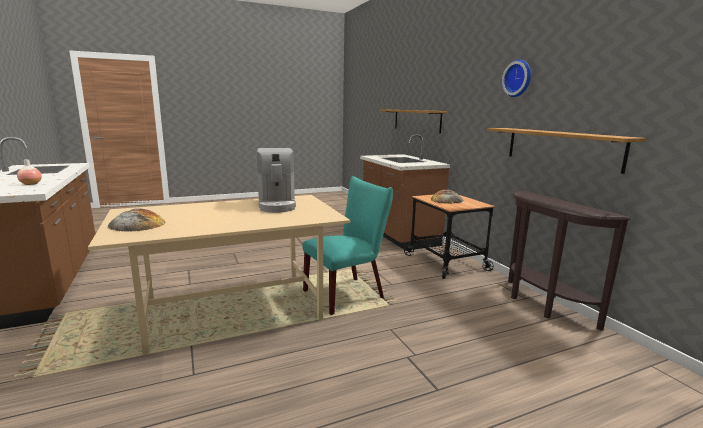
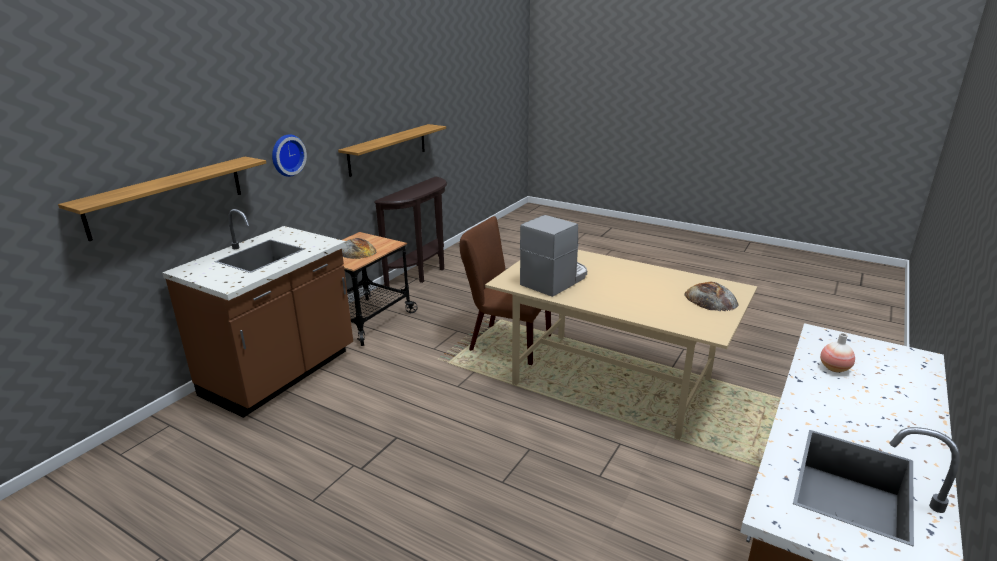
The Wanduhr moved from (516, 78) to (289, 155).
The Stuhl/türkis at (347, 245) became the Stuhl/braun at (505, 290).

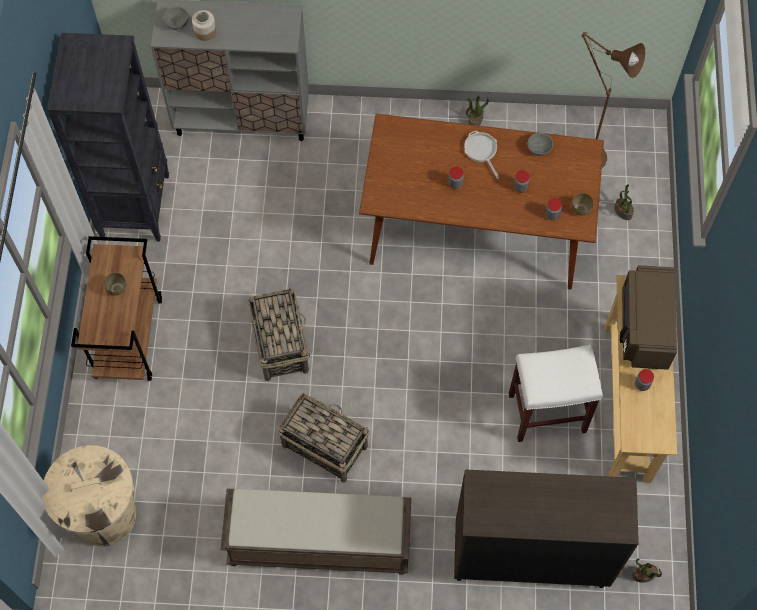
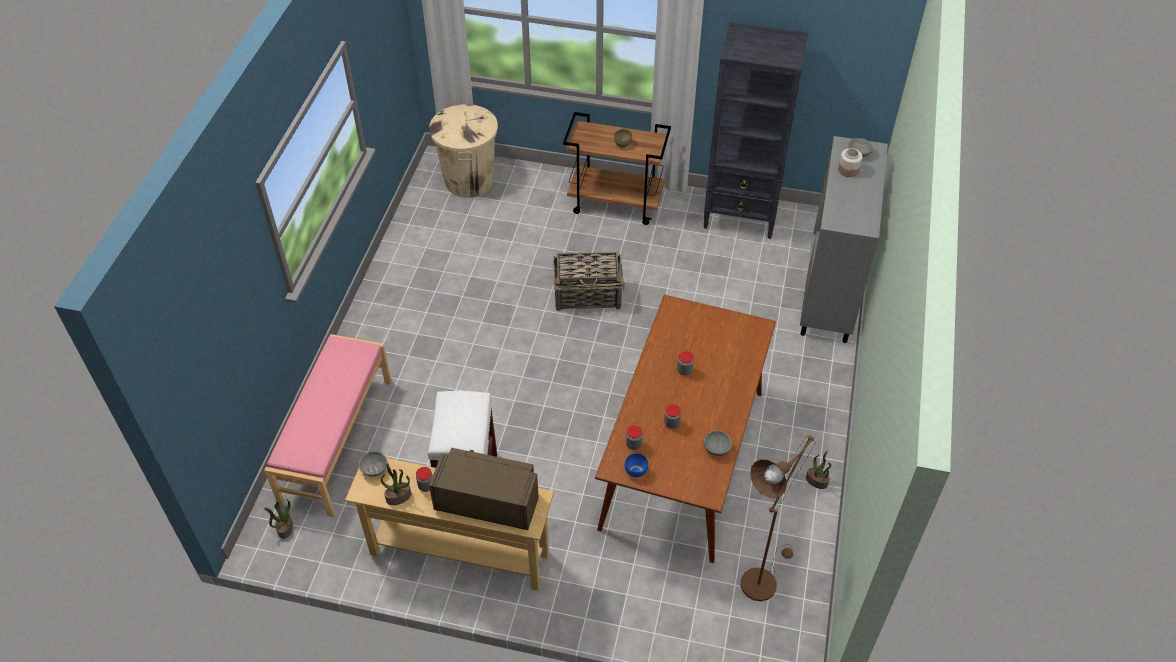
The Bank/braun at (316, 532) disappeared.
The Korb at (323, 438) disappeared.
The Pfanne at (481, 155) disappeared.
The Schüssel/grau at (373, 464) appeared.
The Topfpflanze moved from (624, 202) to (396, 484).
The Schrank/braun at (546, 528) was replaced by the Bank/rosa at (328, 425).
The Schüssel/braun at (582, 204) became the Schüssel/blau at (636, 465).

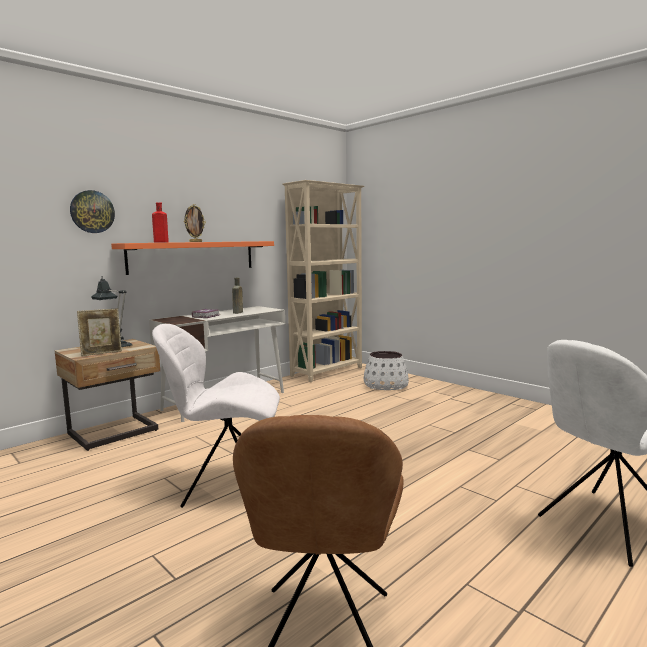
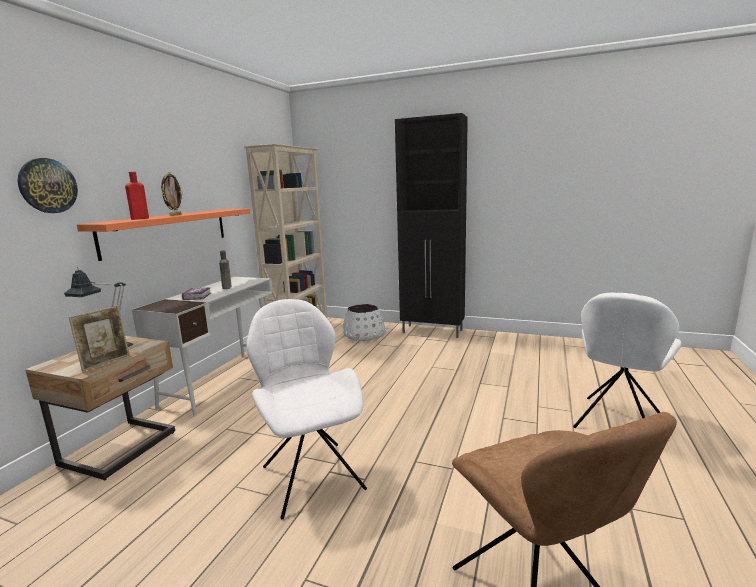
The Schrank/schwarz at (431, 225) appeared.
The Stuhl/weiß at (216, 416) turned 90 degrees clockwise.

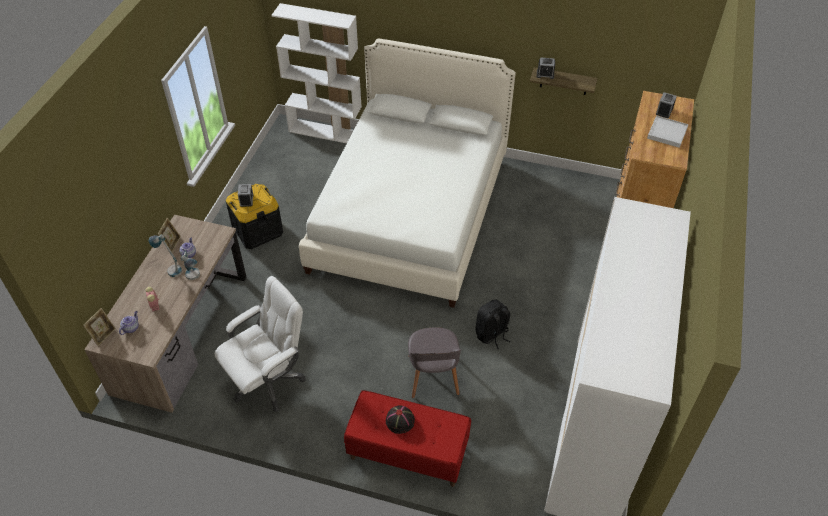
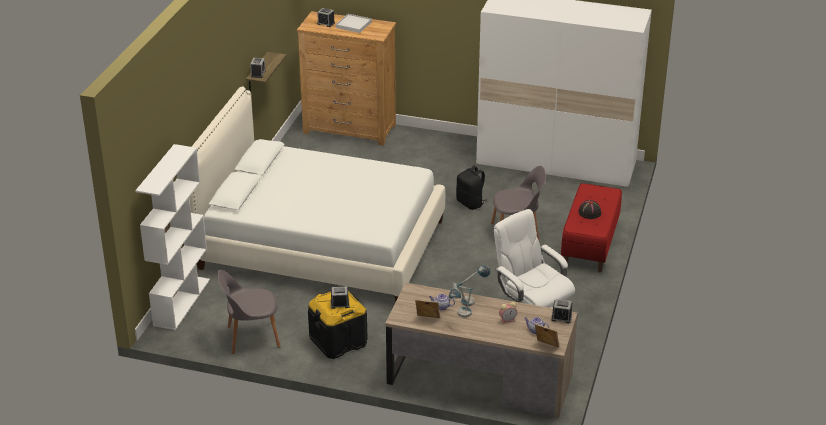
The Stuhl/grau at (249, 312) appeared.
The Wecker at (561, 311) appeared.

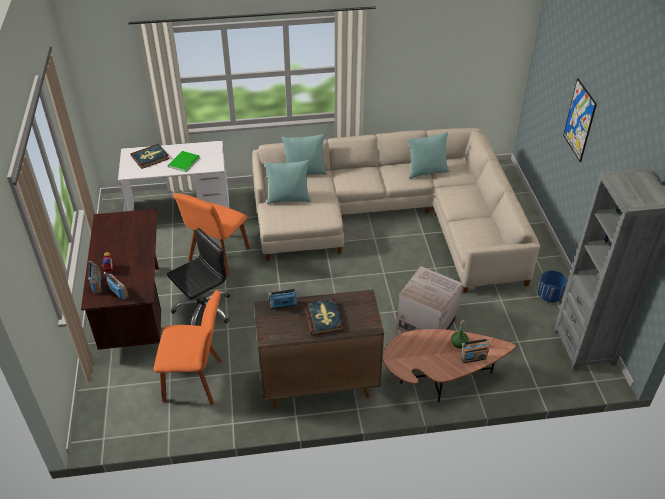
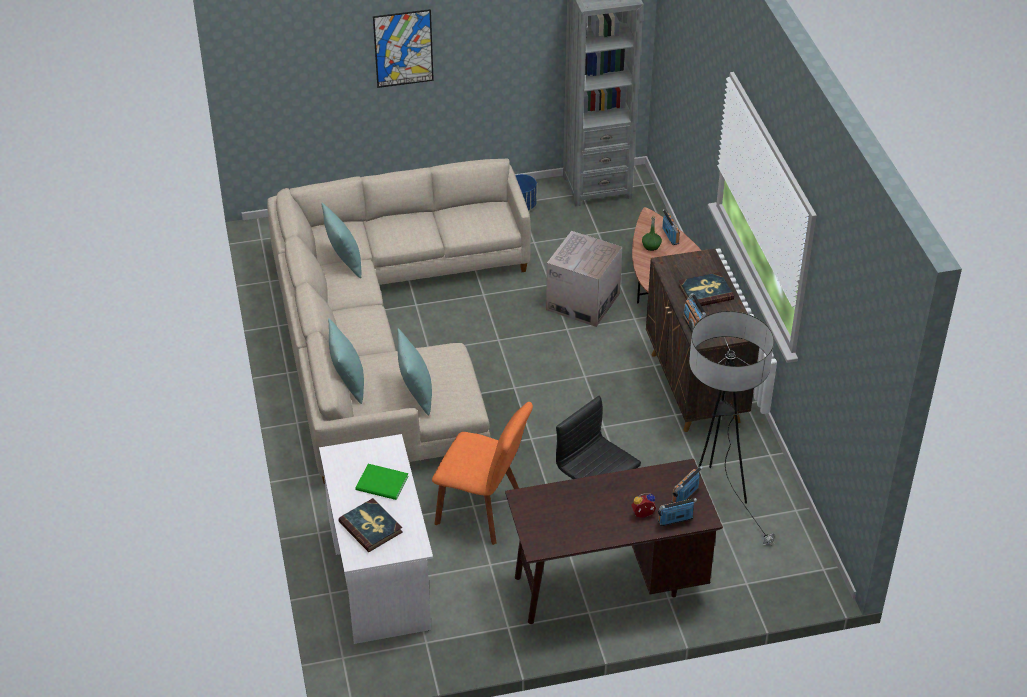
The Stuhl/orange at (187, 347) was replaced by the Stehlampe at (732, 428).

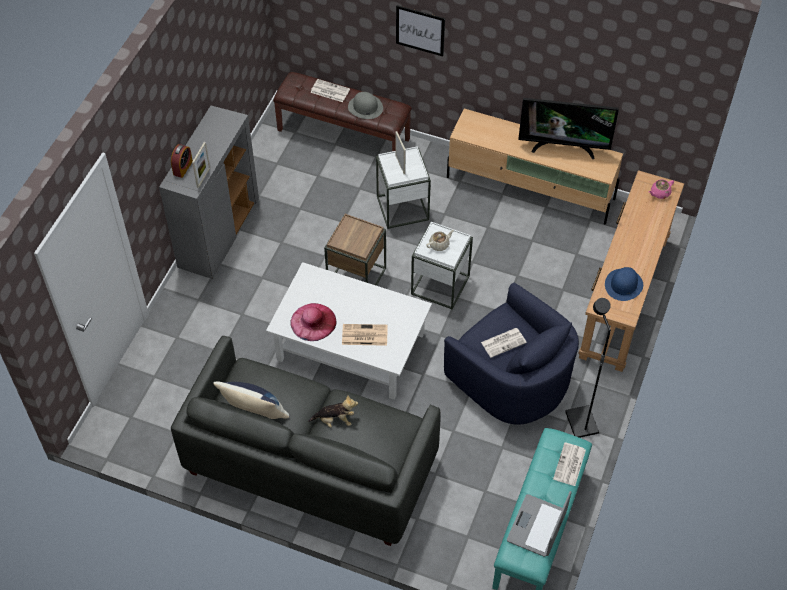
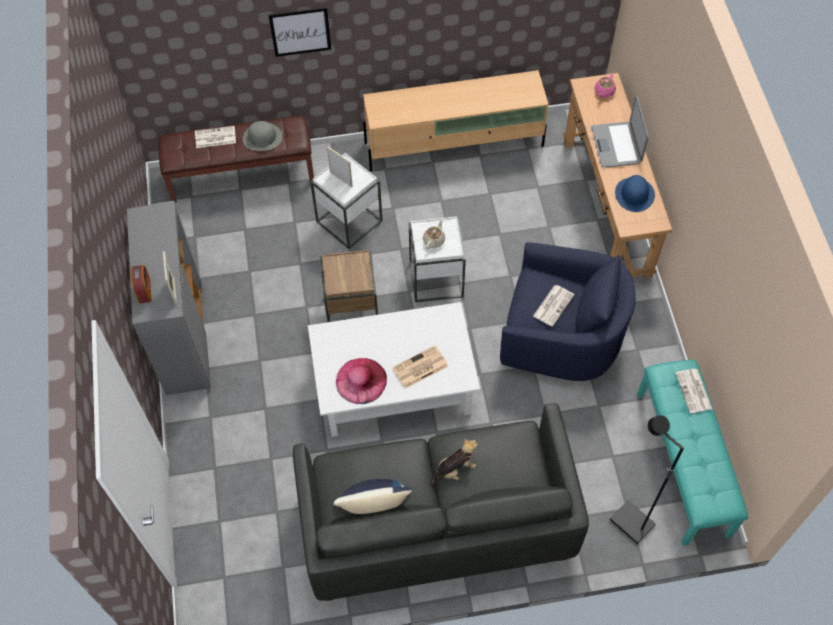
The Fernseher at (568, 128) disappeared.
The Laptop moved from (539, 524) to (620, 131).
The Stehlampe/schwarz moved from (588, 368) to (647, 479).

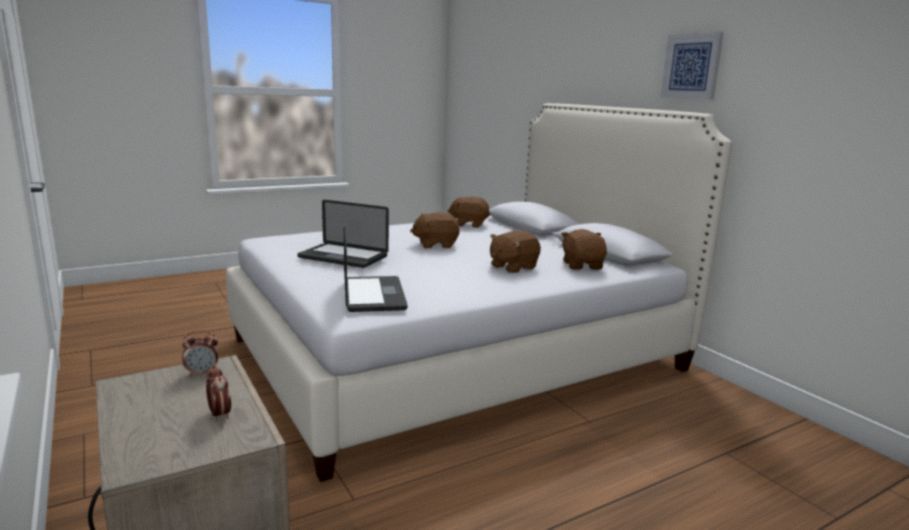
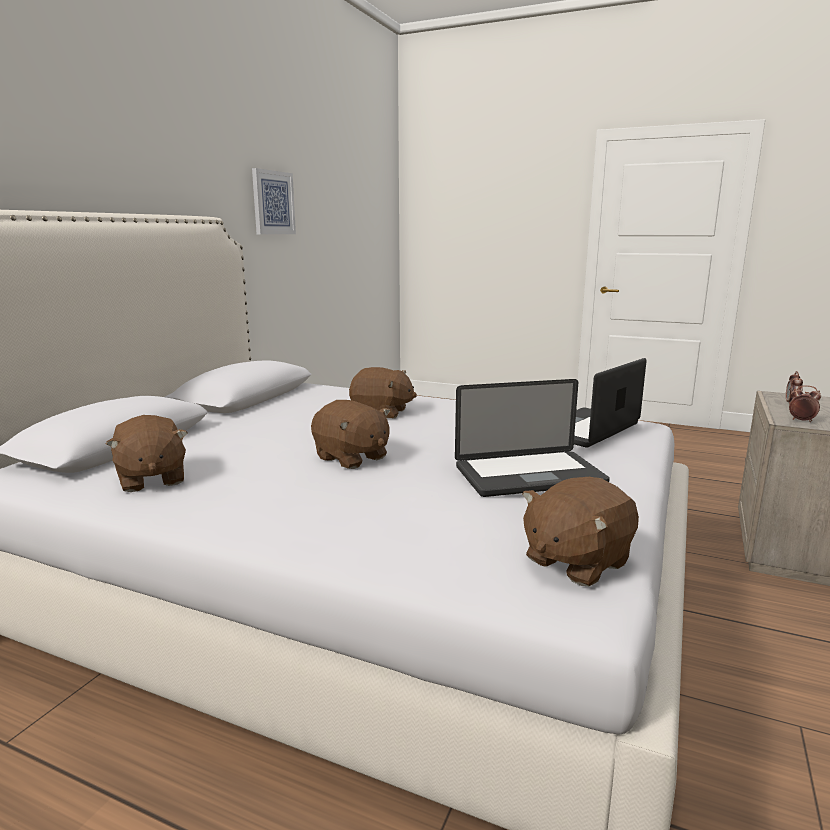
The Plüschtier/braun moved from (584, 249) to (580, 531).
The Bild moved from (692, 66) to (274, 201).
The Laptop at (343, 234) turned 90 degrees clockwise.

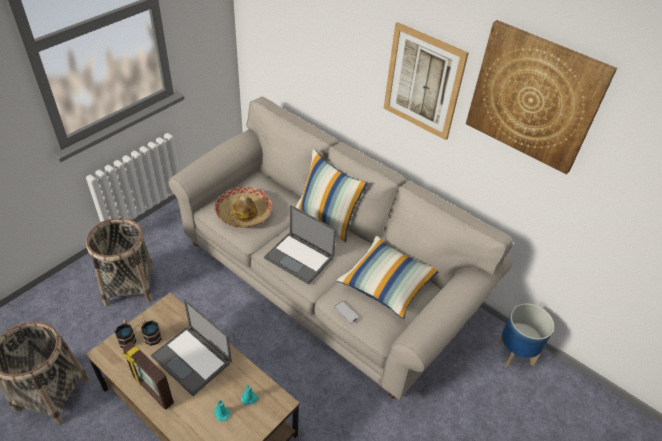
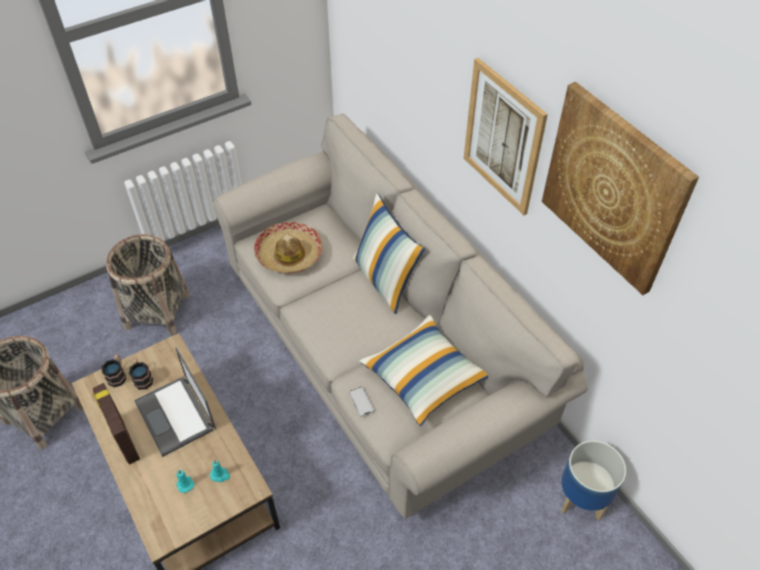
The Laptop at (300, 245) disappeared.

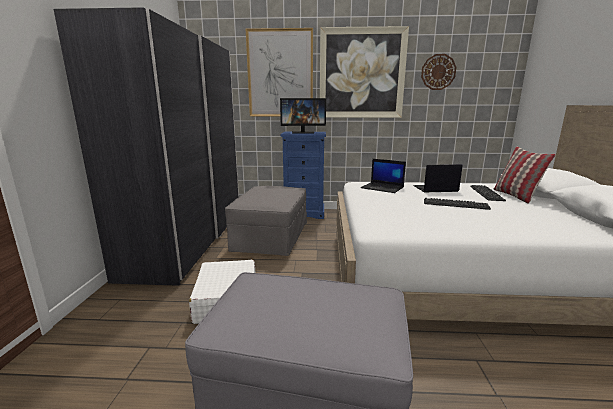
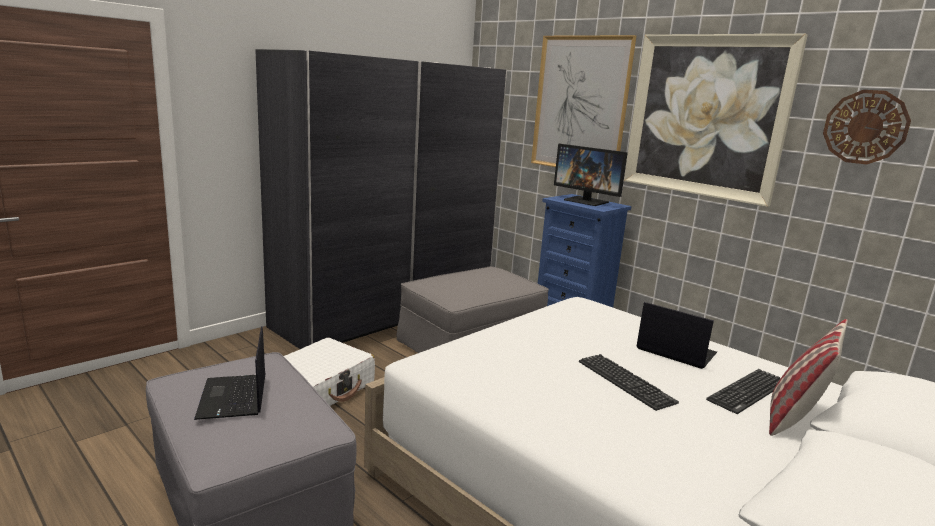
The Laptop moved from (383, 176) to (229, 373).

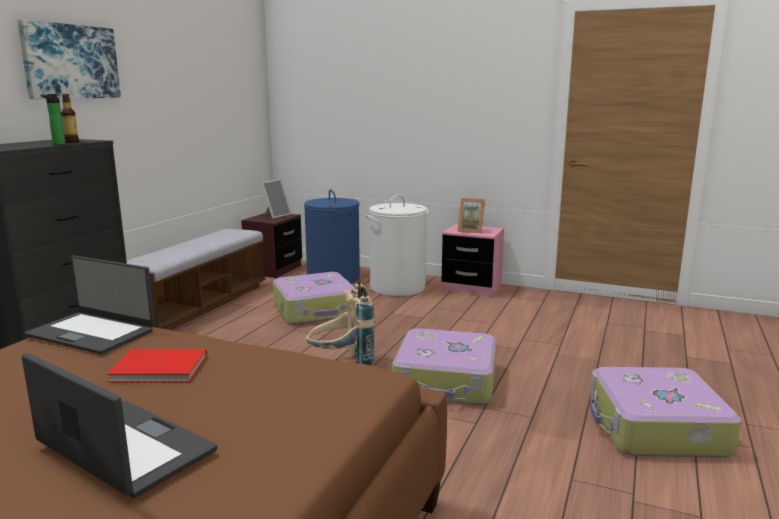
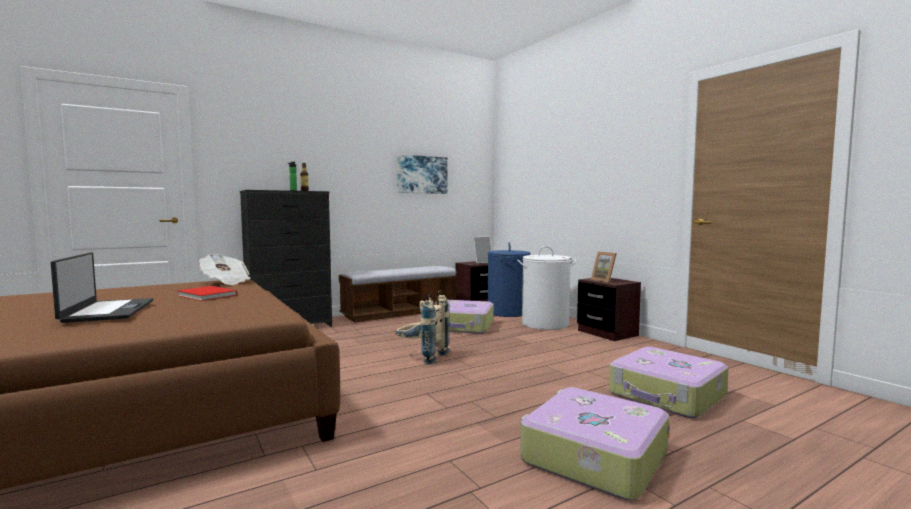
The Bild moved from (69, 59) to (422, 174).
The Koffer moved from (444, 366) to (669, 382).
The Laptop at (89, 304) was replaced by the Zeitung at (225, 269).
The Nachttisch/rosa at (472, 260) became the Nachttisch/braun at (609, 309).

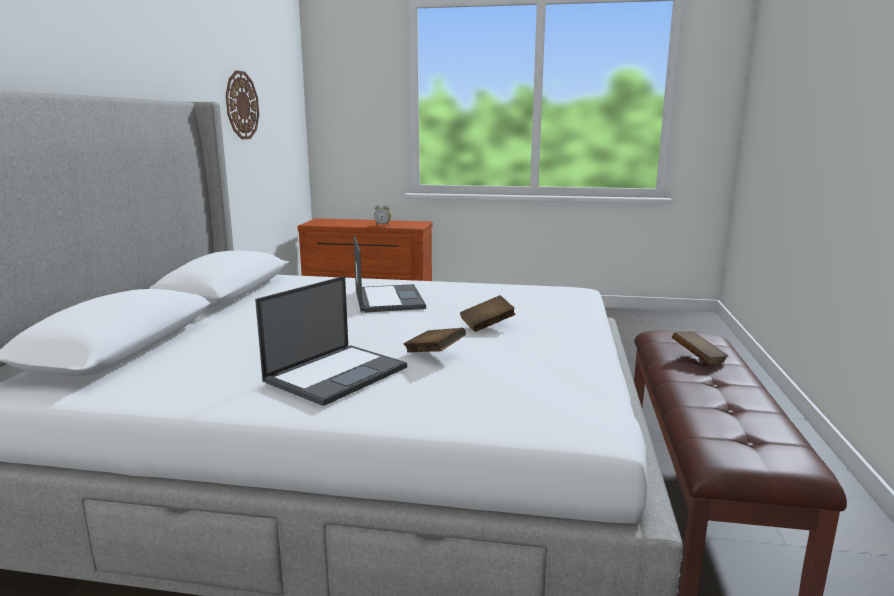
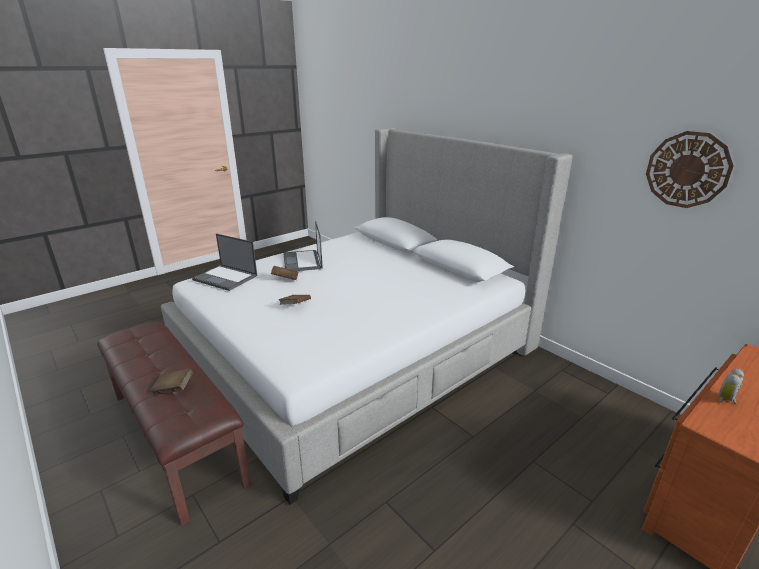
The Laptop moved from (390, 274) to (224, 262).

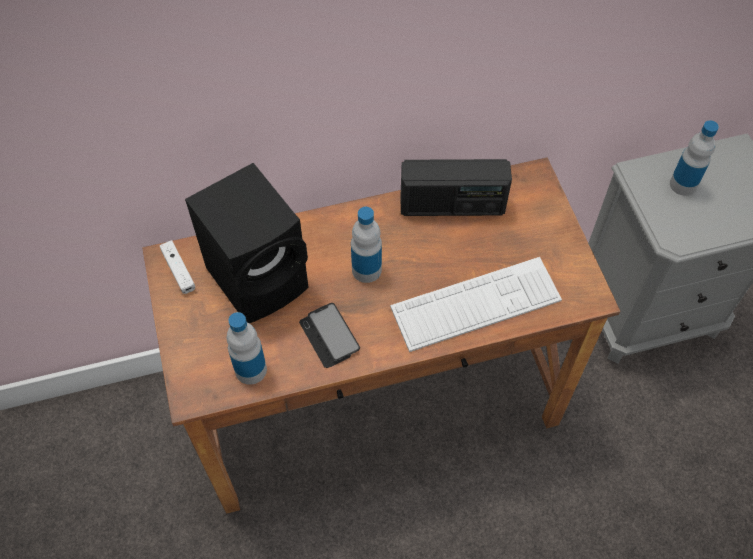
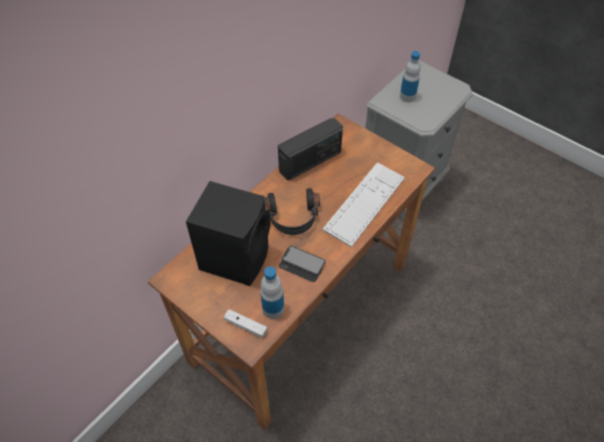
The Gamepad/weiß moved from (177, 267) to (245, 323).
The Flasche at (366, 245) was replaced by the Kopfhörer/schwarz at (292, 211).

